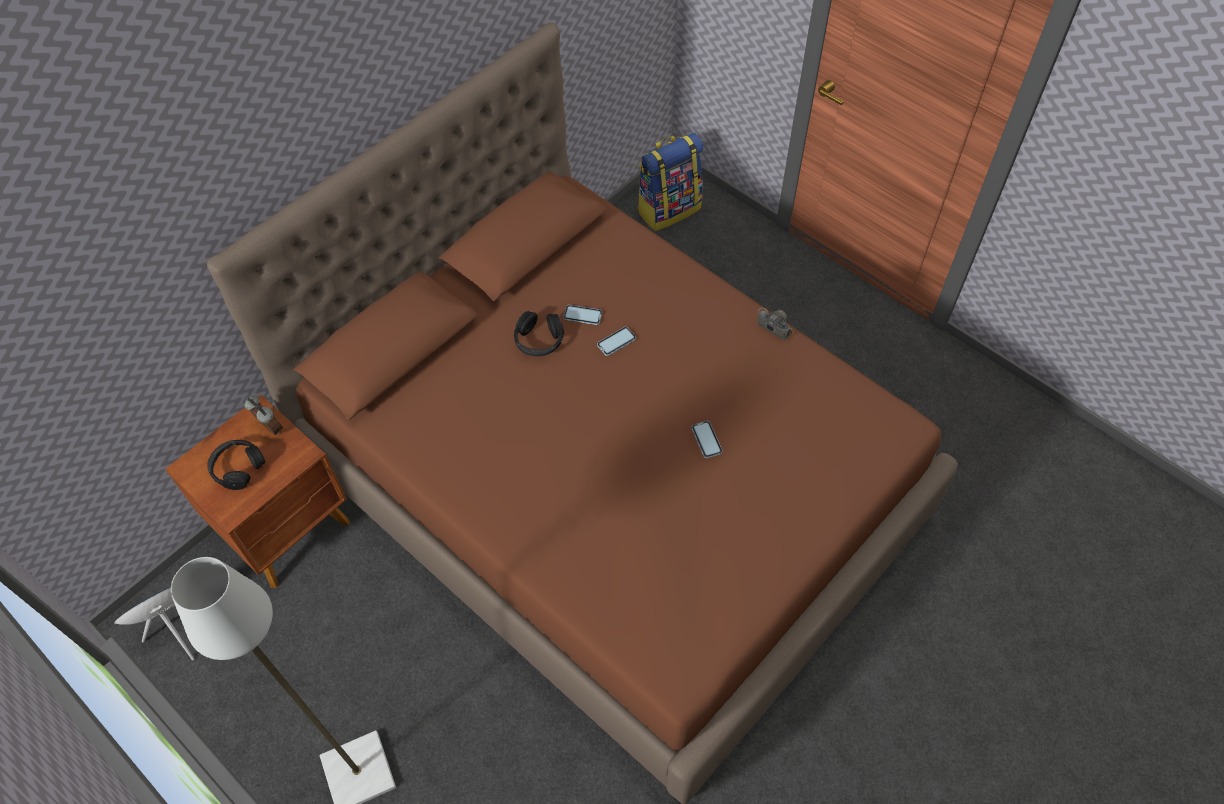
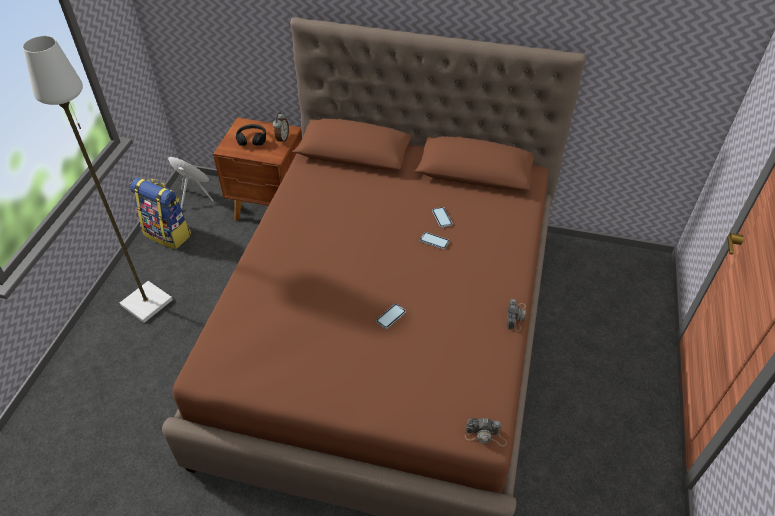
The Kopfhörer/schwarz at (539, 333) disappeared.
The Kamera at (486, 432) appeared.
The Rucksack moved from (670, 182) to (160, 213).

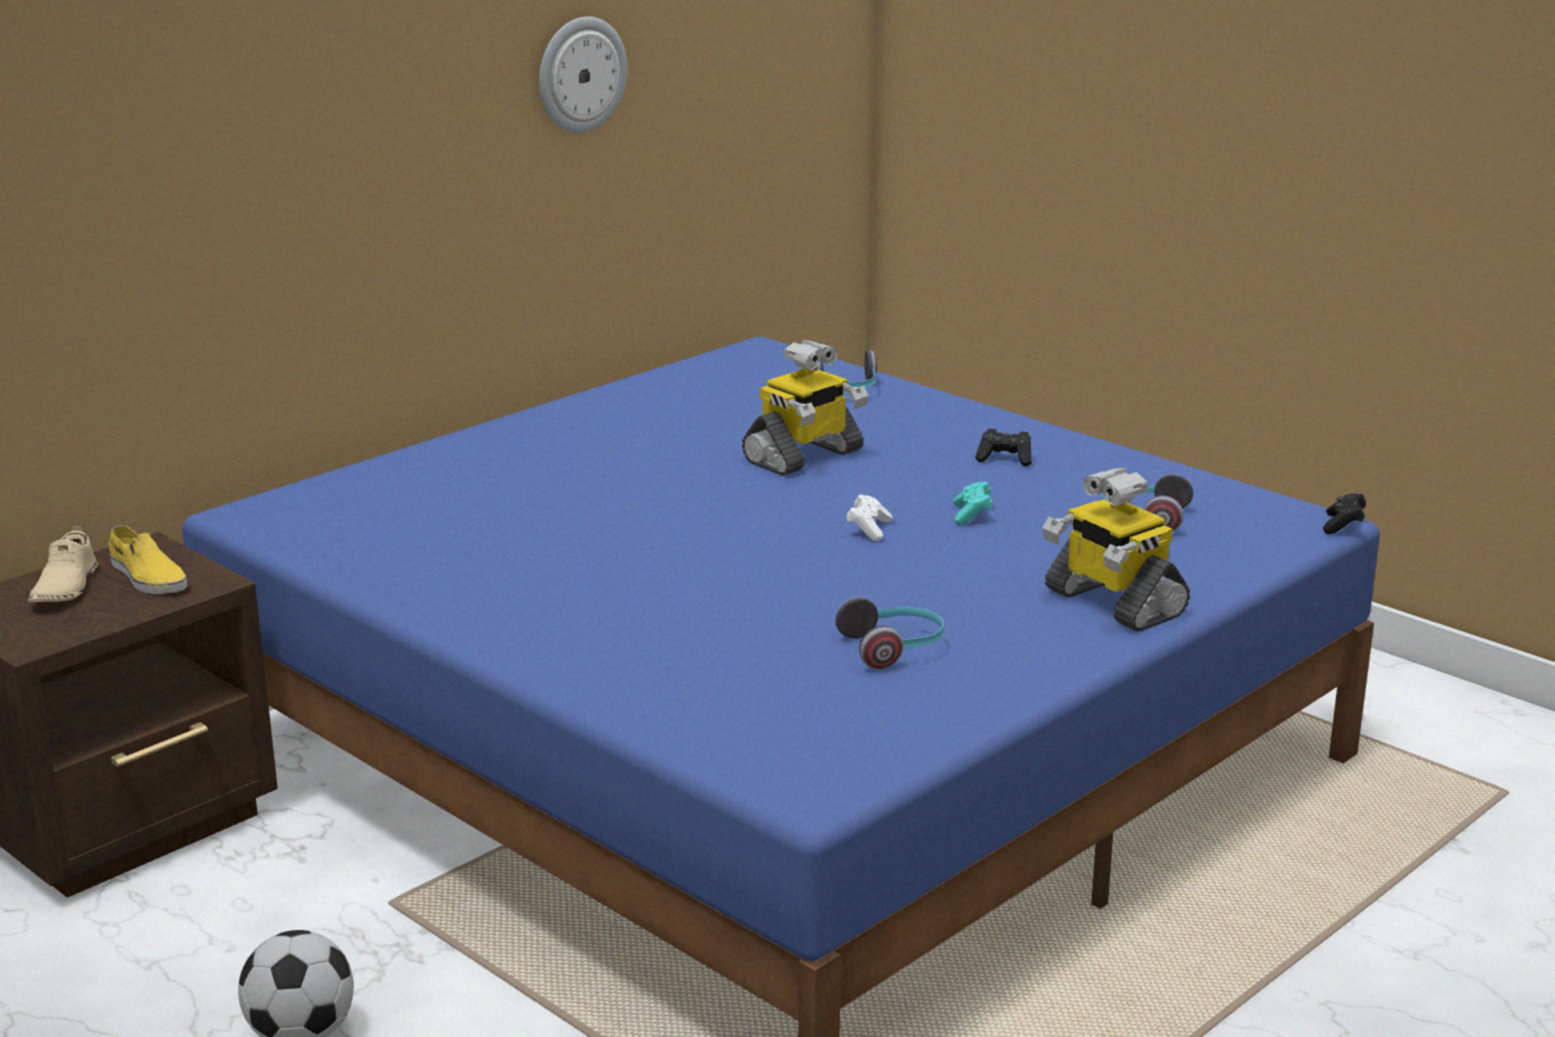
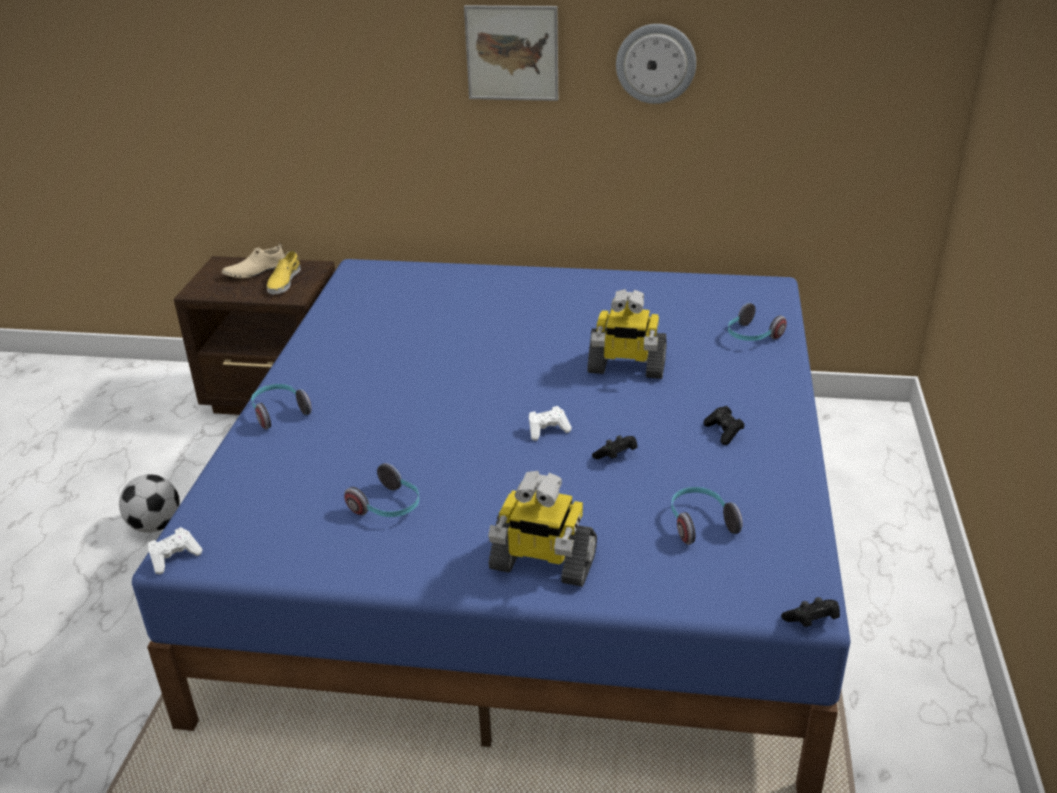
The Gamepad/weiß at (175, 550) appeared.
The Kopfhörer at (281, 407) appeared.
The Bild at (511, 53) appeared.
The Gamepad/türkis at (973, 503) became the Gamepad/schwarz at (614, 447).
The Spielzeugroboter at (1116, 550) turned 90 degrees counterclockwise.

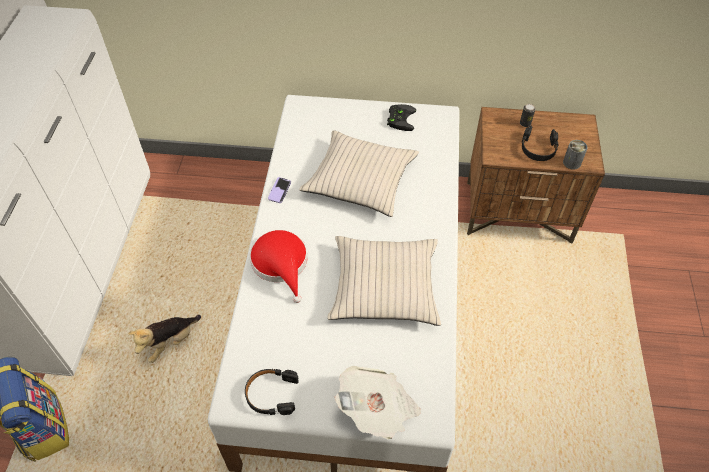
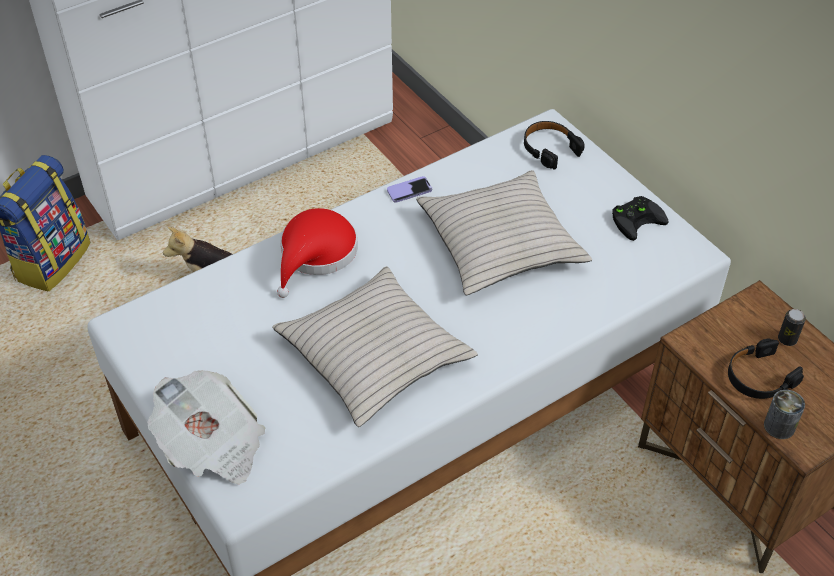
The Kopfhörer/schwarz moved from (272, 392) to (554, 145).

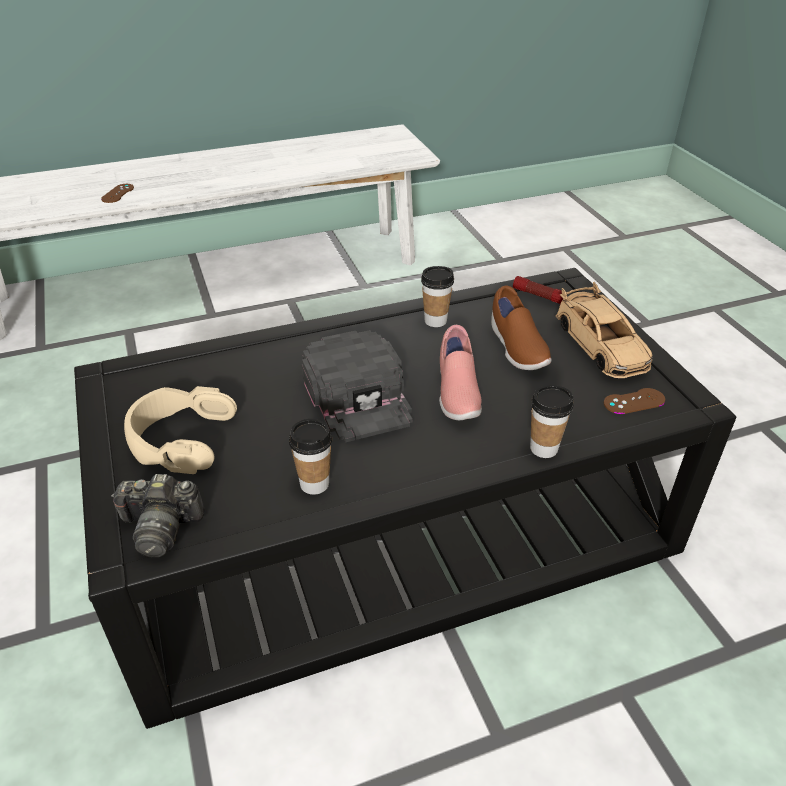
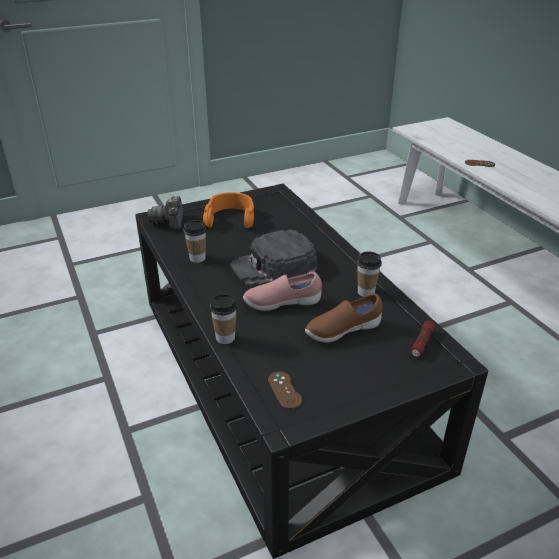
The Spielzeugauto/beige at (604, 330) disappeared.
The Kopfhörer/beige at (180, 430) became the Kopfhörer/orange at (228, 210).

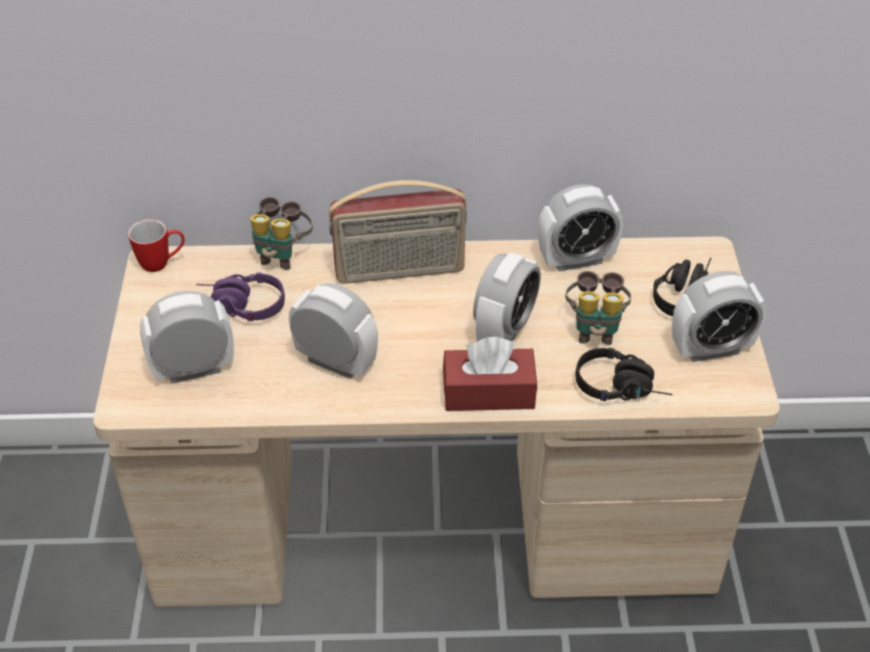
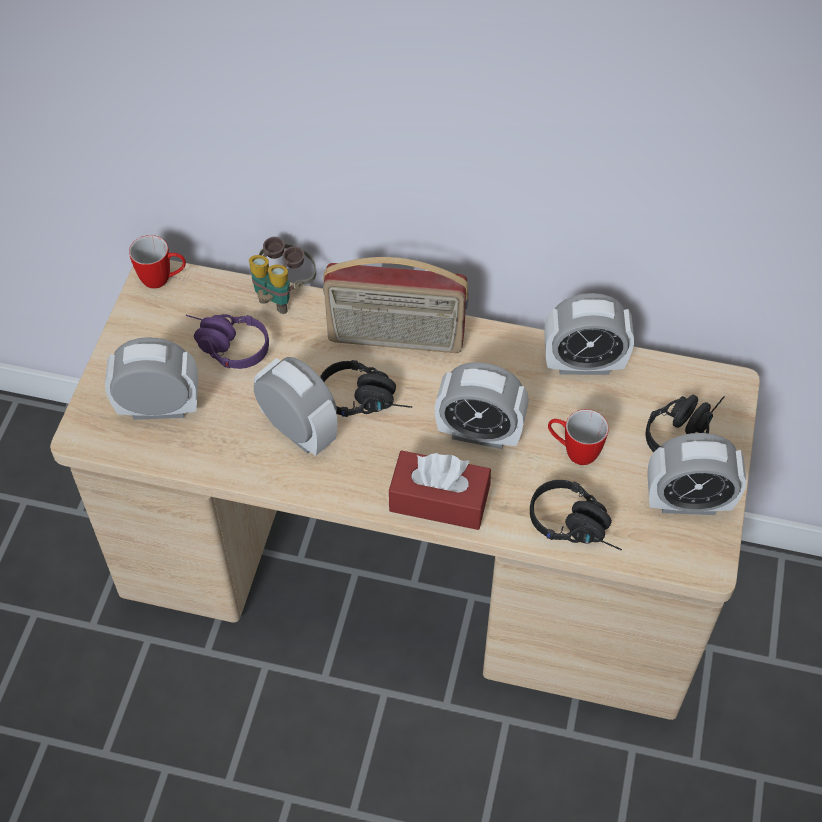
The Kopfhörer/schwarz at (366, 388) appeared.
The Fernglas at (598, 308) was replaced by the Henkelbecher at (578, 437).
The Wecker at (507, 297) turned 60 degrees clockwise.

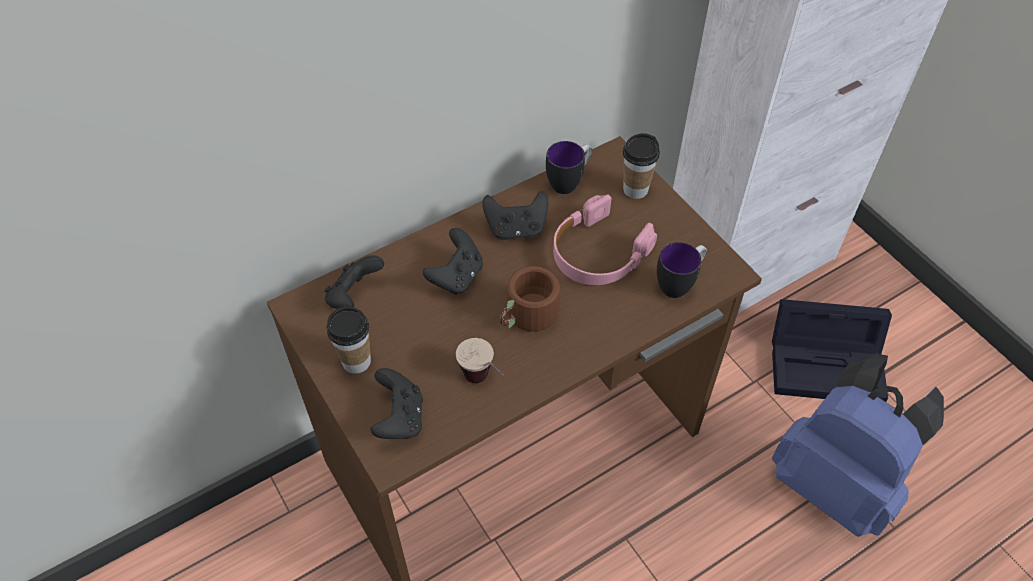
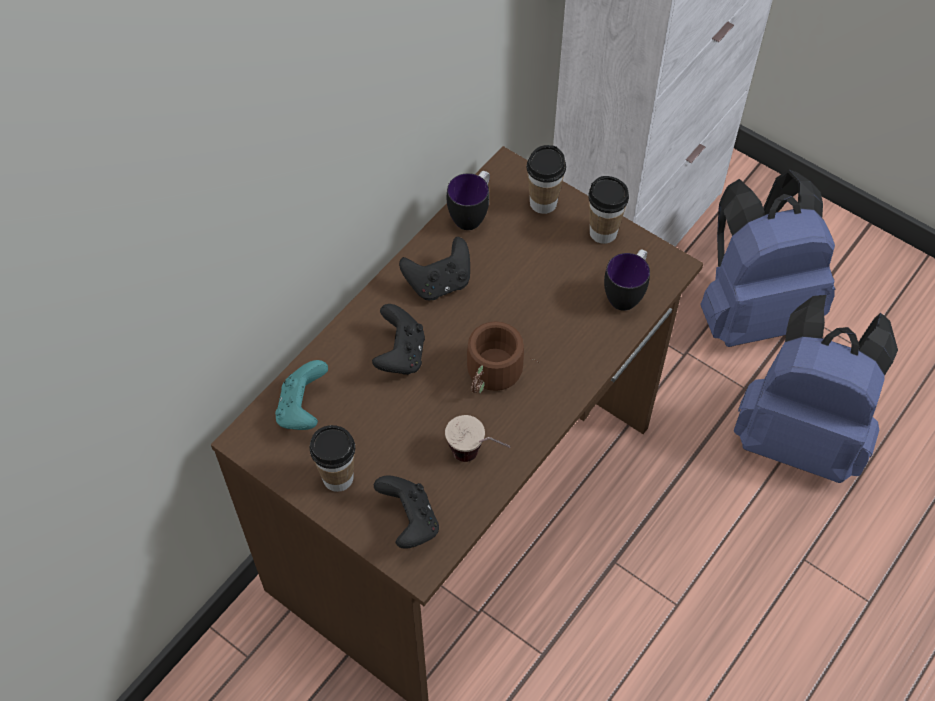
The Kopfhörer/rosa at (605, 240) disappeared.
The Tasse at (608, 210) appeared.
The Aufbewahrungsbox/schwarz at (832, 350) was replaced by the Rucksack/blau at (767, 258).
The Gamepad/schwarz at (354, 282) became the Gamepad/türkis at (301, 395).

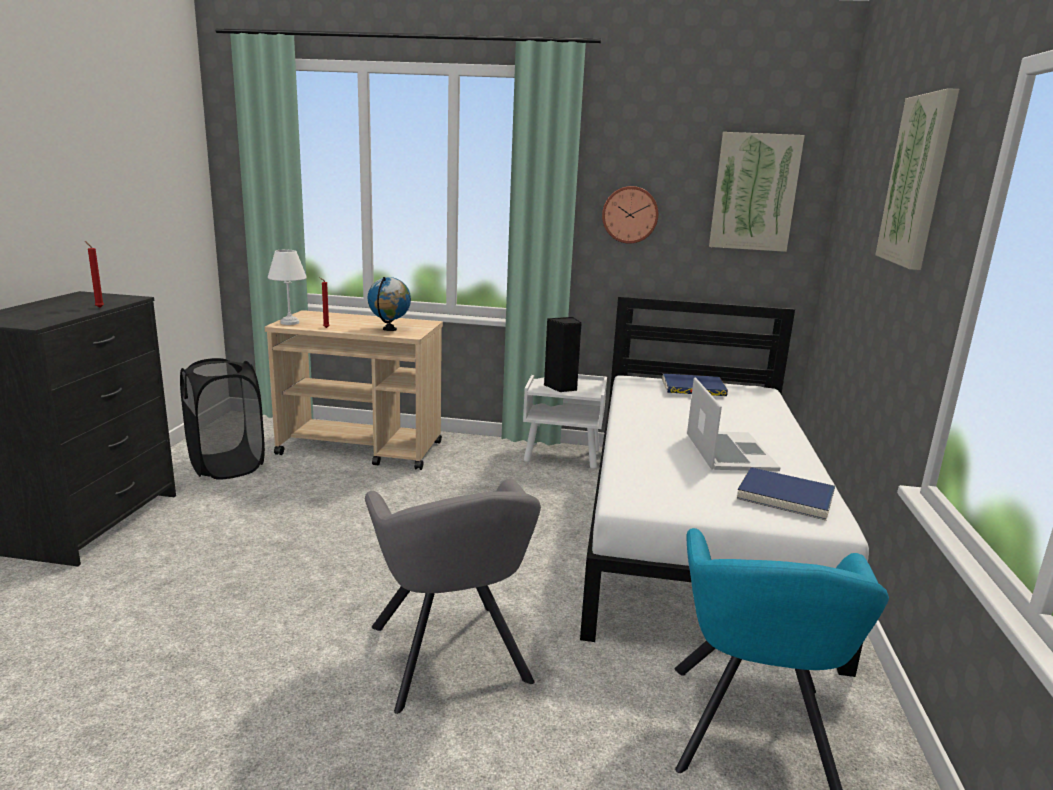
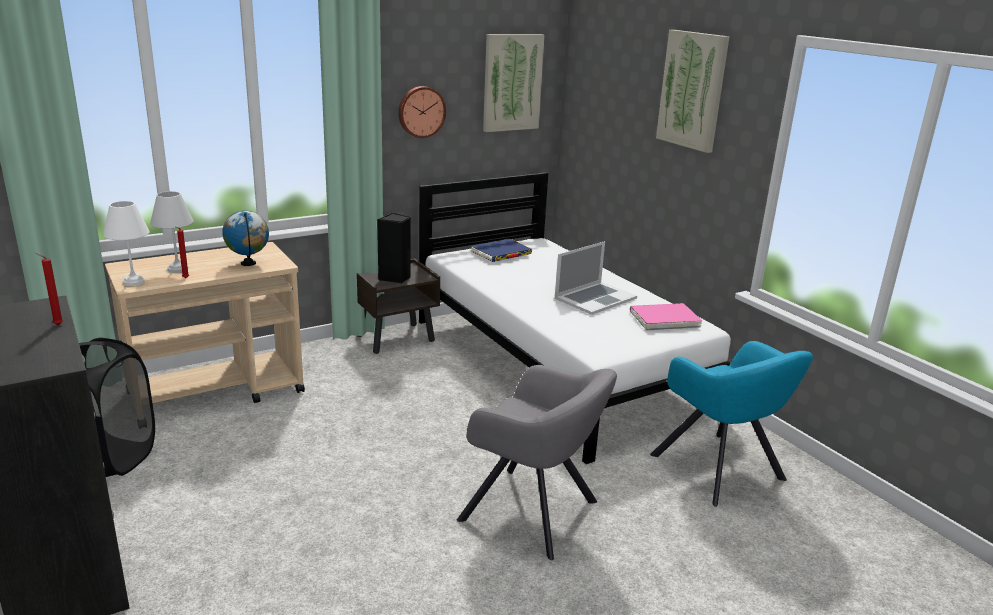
The Tischlampe/weiß at (172, 232) appeared.
The Nachttisch/weiß at (565, 421) became the Nachttisch/braun at (398, 306).
The Buch/blau at (786, 494) became the Buch/rosa at (666, 316).
The Laptop at (733, 424) turned 90 degrees clockwise.

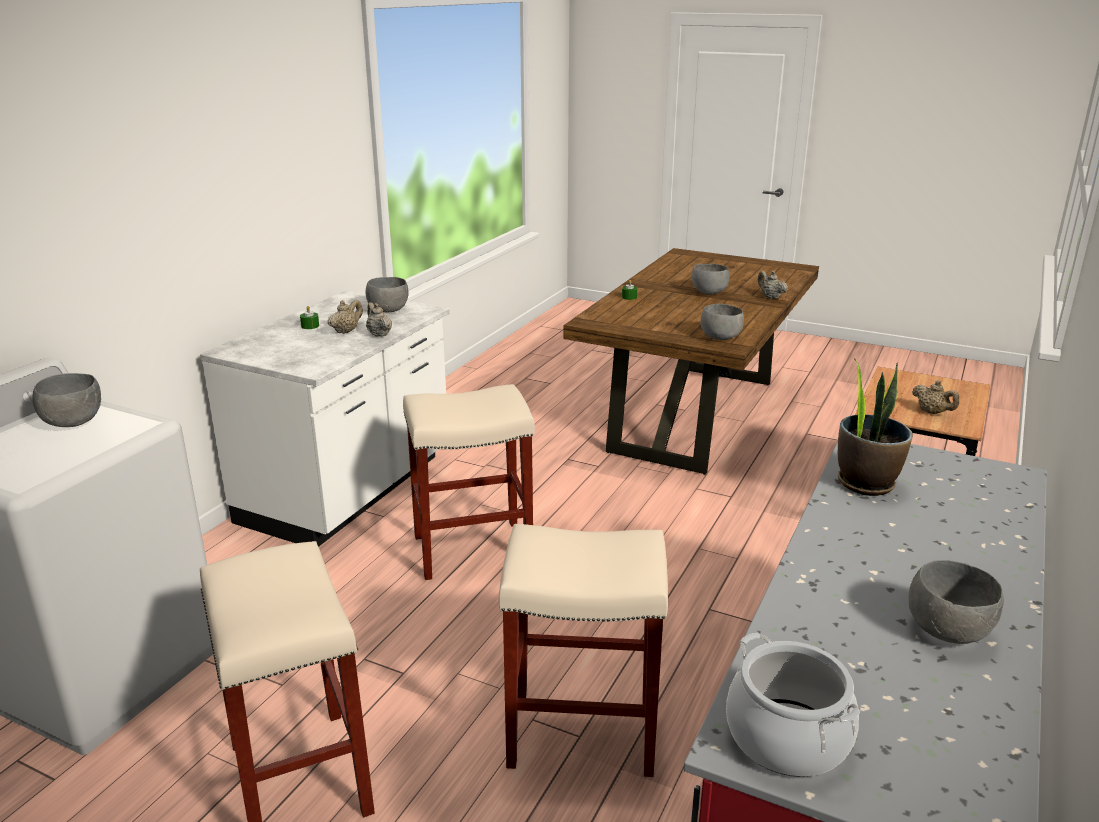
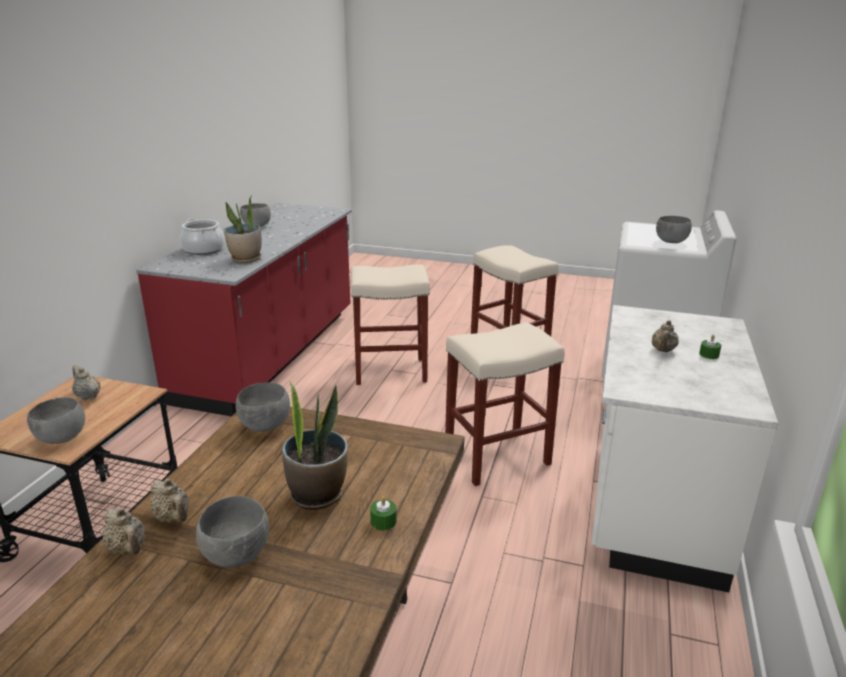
The Topfpflanze at (315, 445) appeared.
The Schüssel/grau moved from (387, 295) to (56, 420).
The Teekanne/beige moved from (379, 319) to (169, 500).
The Kochtopf moved from (793, 705) to (202, 236).

